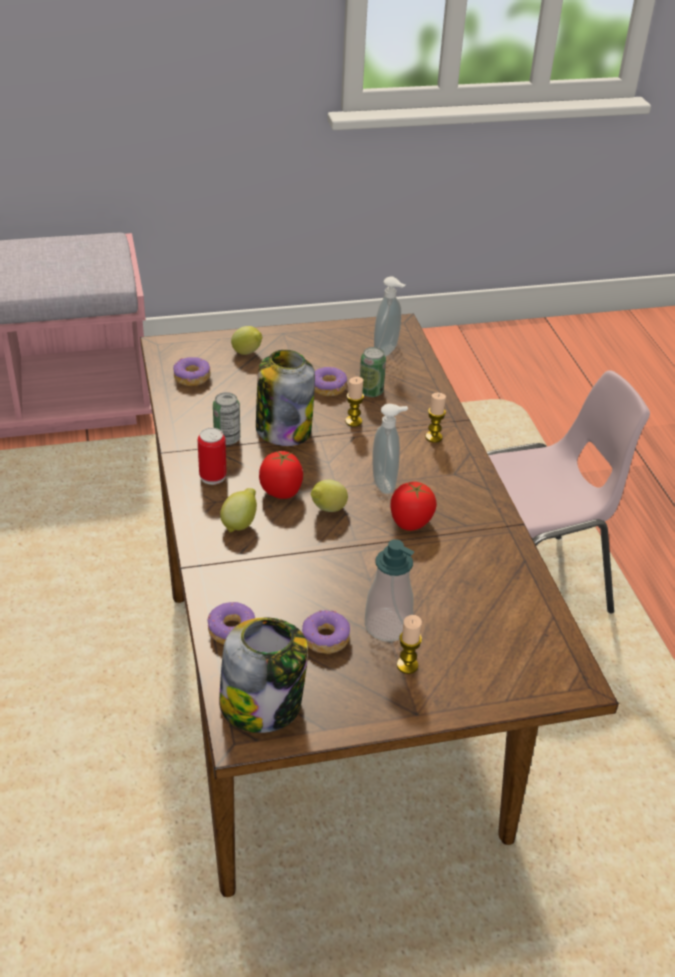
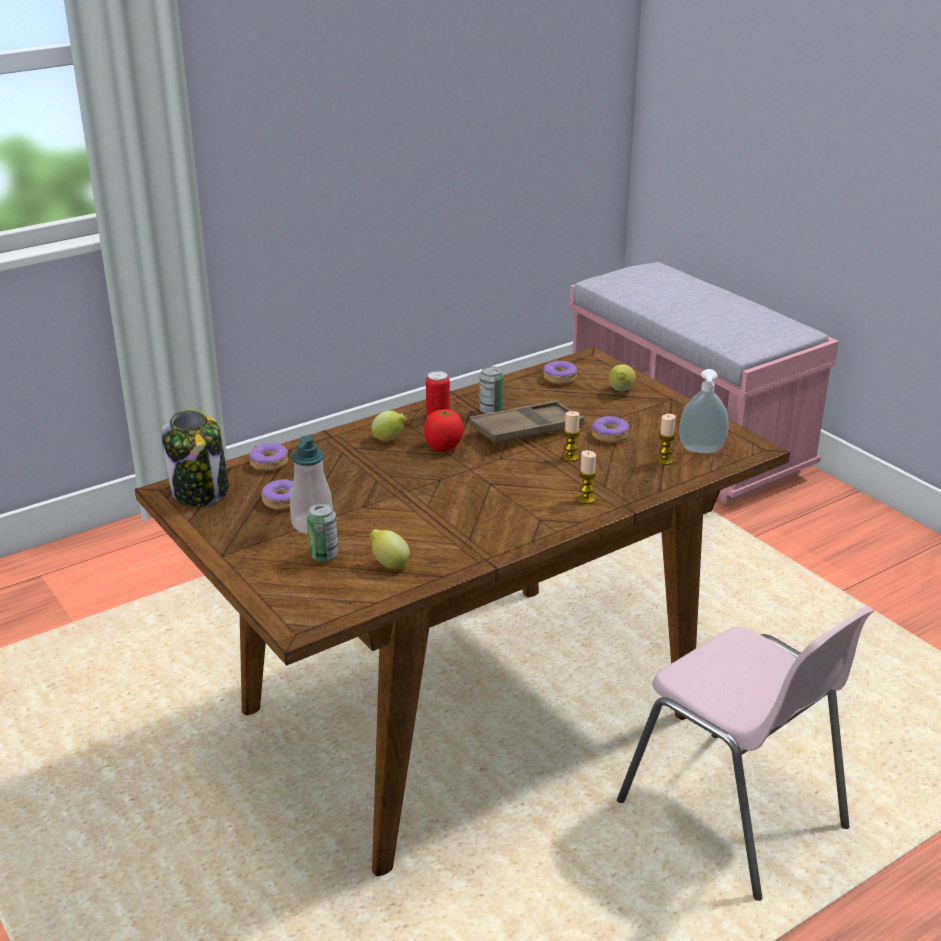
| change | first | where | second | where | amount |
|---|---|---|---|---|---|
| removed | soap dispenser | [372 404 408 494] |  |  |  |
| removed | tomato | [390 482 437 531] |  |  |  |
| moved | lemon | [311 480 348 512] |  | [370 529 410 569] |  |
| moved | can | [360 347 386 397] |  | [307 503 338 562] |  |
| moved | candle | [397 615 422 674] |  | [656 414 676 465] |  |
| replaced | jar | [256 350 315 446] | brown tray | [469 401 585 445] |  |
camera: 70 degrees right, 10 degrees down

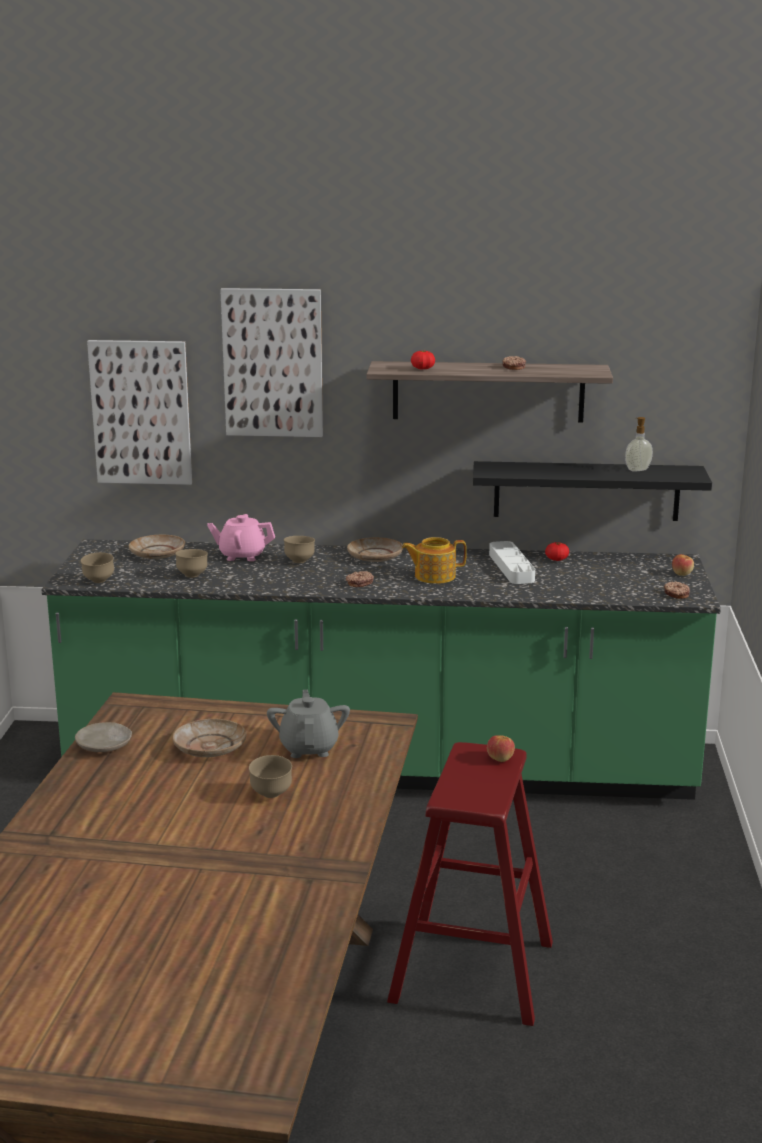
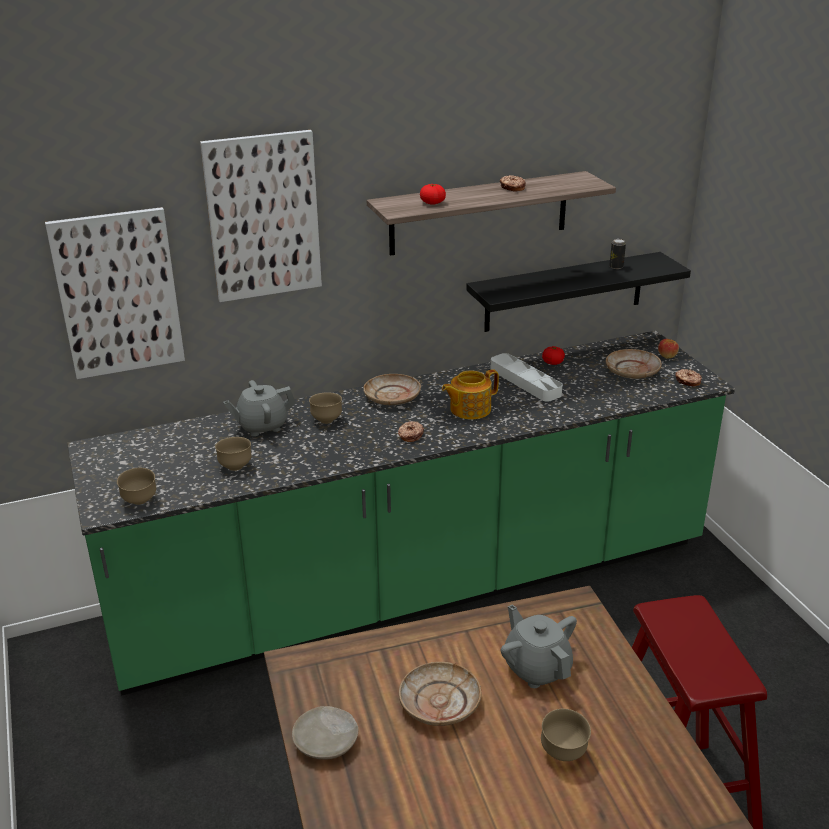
| change | first | where | second | where | amount |
|---|---|---|---|---|---|
| removed | apple | [487 735 515 762] |  |  |  |
| moved | beige plate | [129 534 185 559] |  | [606 349 662 379] |  |
| replaced | soap dispenser | [625 417 653 472] | can | [609 239 626 269] |  |
| recoloured | pink teapot | [207 514 275 561] | grey teapot | [223 380 296 436] |  |
camera: 25 degrees left, 10 degrees up

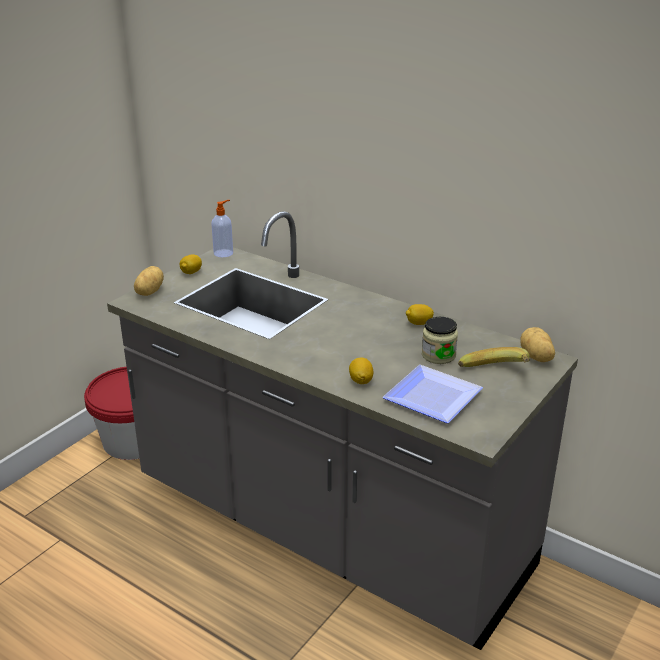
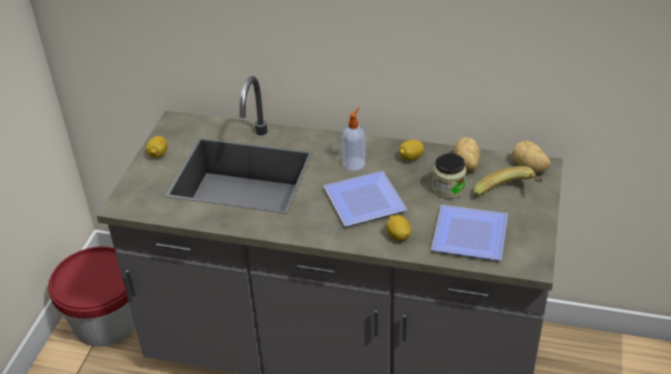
| change | first | where | second | where | amount |
|---|---|---|---|---|---|
| added |  |  | plate | [324 171 407 226] |  |
| moved | potato | [134 266 164 296] |  | [454 137 480 171] |  |
| moved | soap dispenser | [211 200 233 257] |  | [342 108 365 171] |  |
camera: 20 degrees left, 10 degrees up

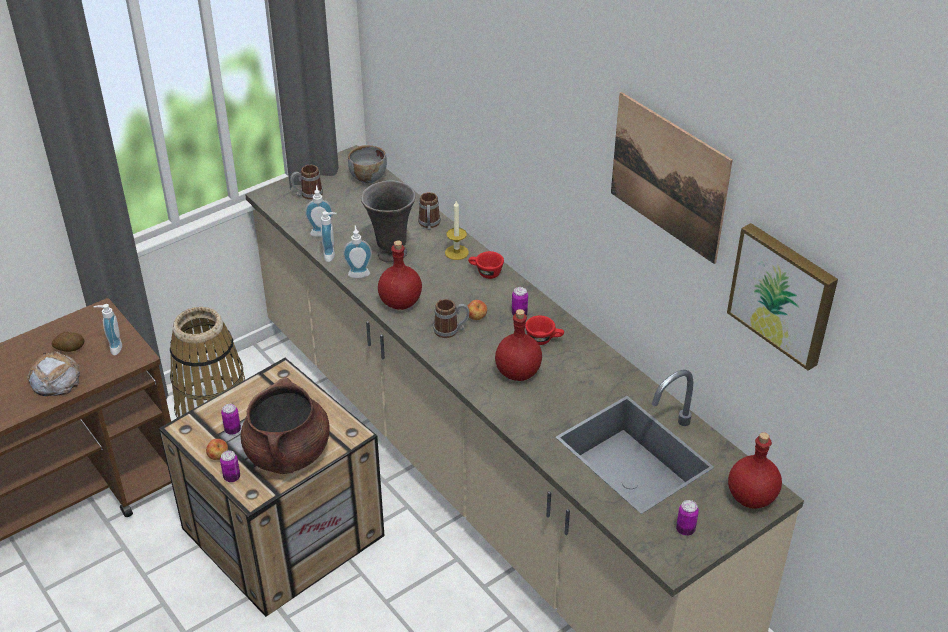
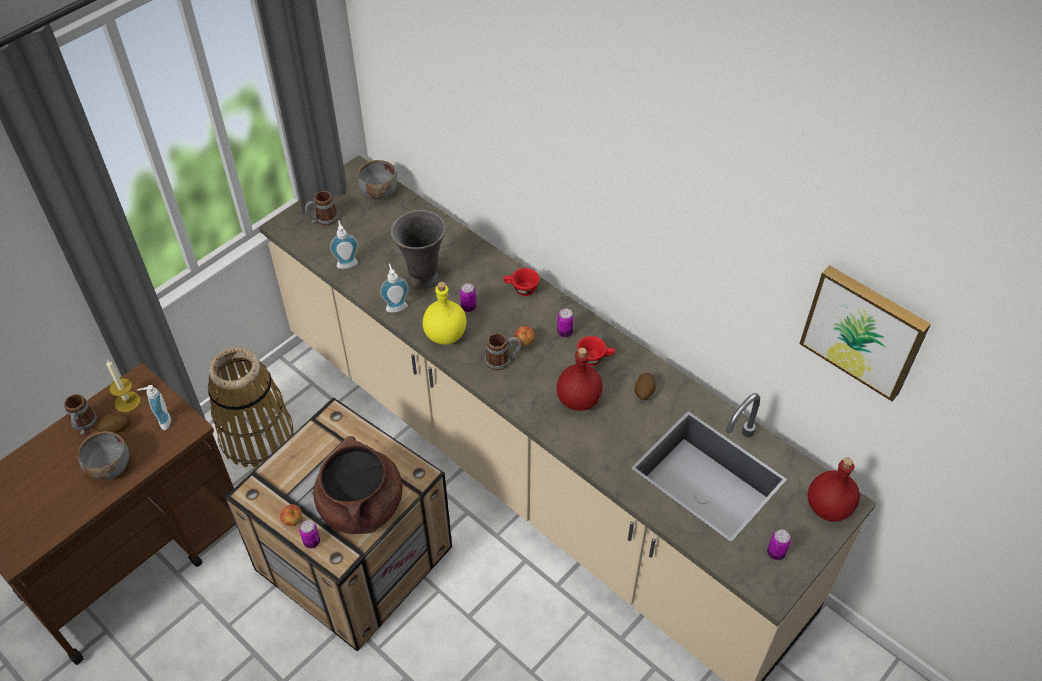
| change | first | where | second | where | amount |
|---|---|---|---|---|---|
| removed | soap dispenser | [321 211 337 262] |  |  |  |
| removed | picture | [611 92 733 264] |  |  |  |
| added |  |  | potato | [634 373 656 400] |  |
| moved | can | [221 404 241 435] |  | [460 283 476 312] |  |
| moved | mug | [418 192 441 230] |  | [64 394 97 435] |  |
| moved | candle | [445 201 469 260] |  | [106 360 141 412] |  |
| replaced | bread | [27 351 80 396] | grey bowl | [78 431 129 480] |  |
| recoloured | red bottle | [378 241 422 310] | yellow bottle | [423 282 466 345] |  |
camera: 10 degrees left, 10 degrees up

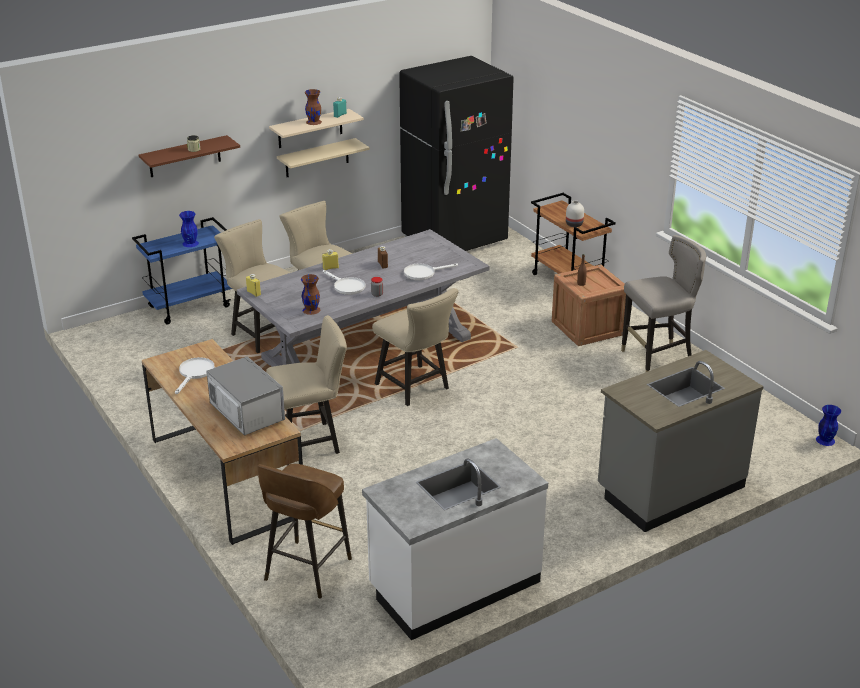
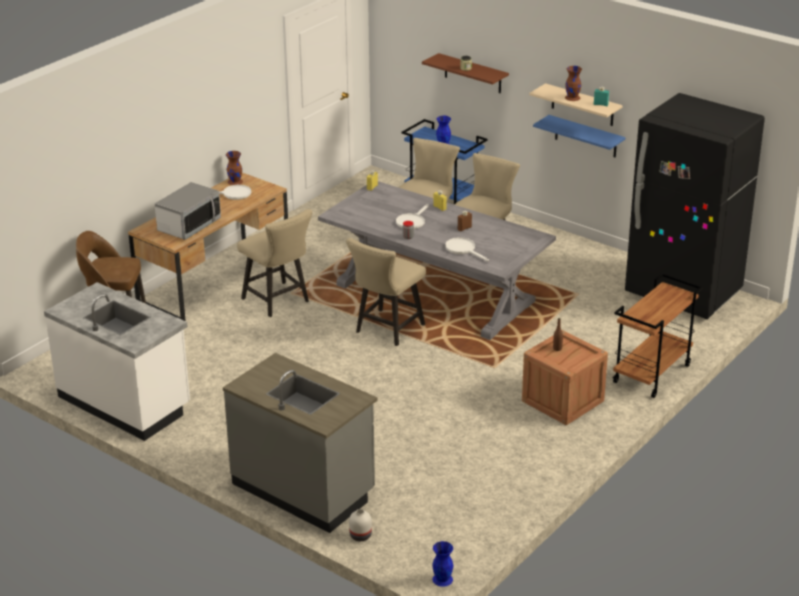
| change | first | where | second | where | amount |
|---|---|---|---|---|---|
| removed | grey stool | [621 235 706 372] |  |  |  |
| moved | brown vase | [301 274 320 315] |  | [226 151 243 185] |  |
| moved | white vase | [566 201 584 227] |  | [349 509 372 541] |  |
| recoloured | beige shelf | [277 138 370 177] | blue shelf | [533 115 625 157] |  |
camera: 70 degrees right, 0 degrees up

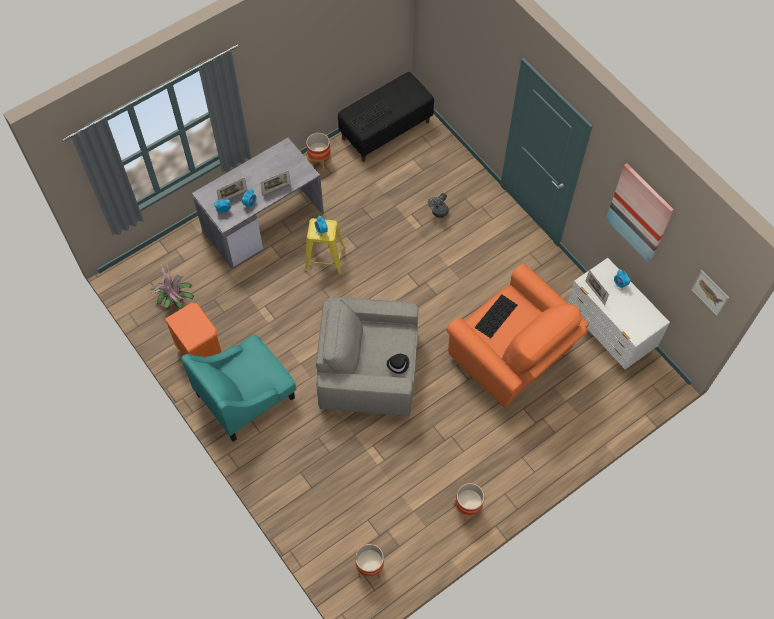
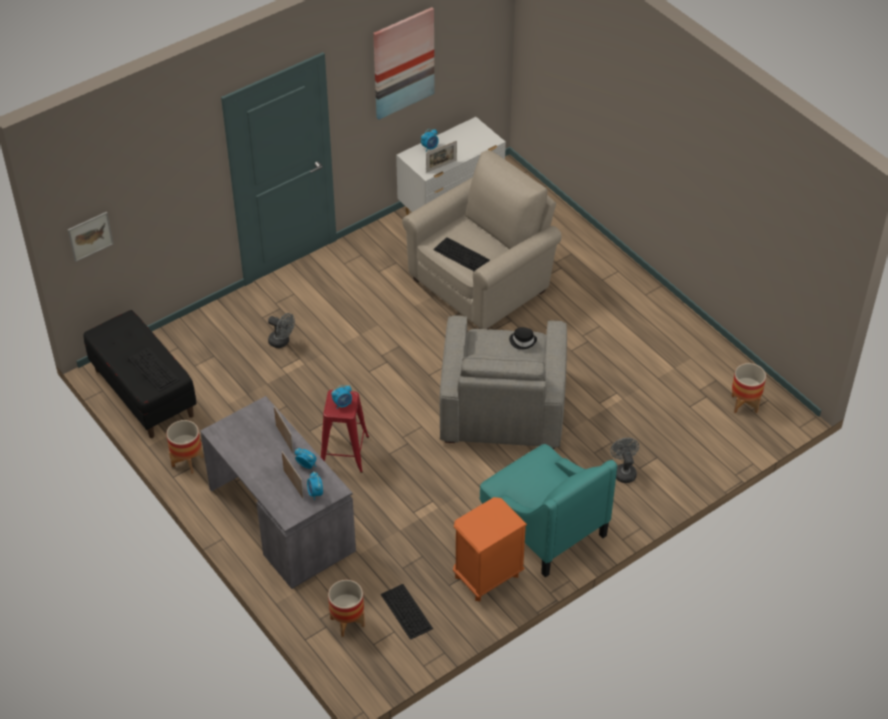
| change | first | where | second | where | amount |
|---|---|---|---|---|---|
| added |  |  | grey fan | [610 438 639 483] |  |
| moved | planter | [454 483 484 522] |  | [328 580 365 637] |  |
| moved | picture | [691 270 730 317] |  | [68 212 114 262] |  |
| replaced | potted plant | [150 264 194 313] | keyboard | [381 584 433 640] |  |
| recoloured | yellow stool | [305 218 345 275] | red stool | [321 390 369 473] |  |
| recoloured | orange armchair | [447 263 589 408] | beige armchair | [402 150 562 329] |  |
camera: 90 degrees left, 15 degrees down

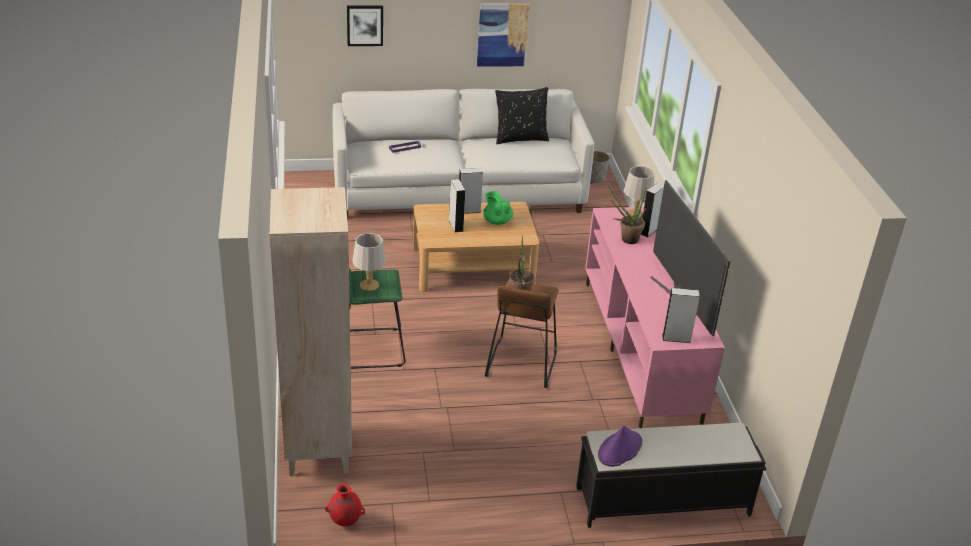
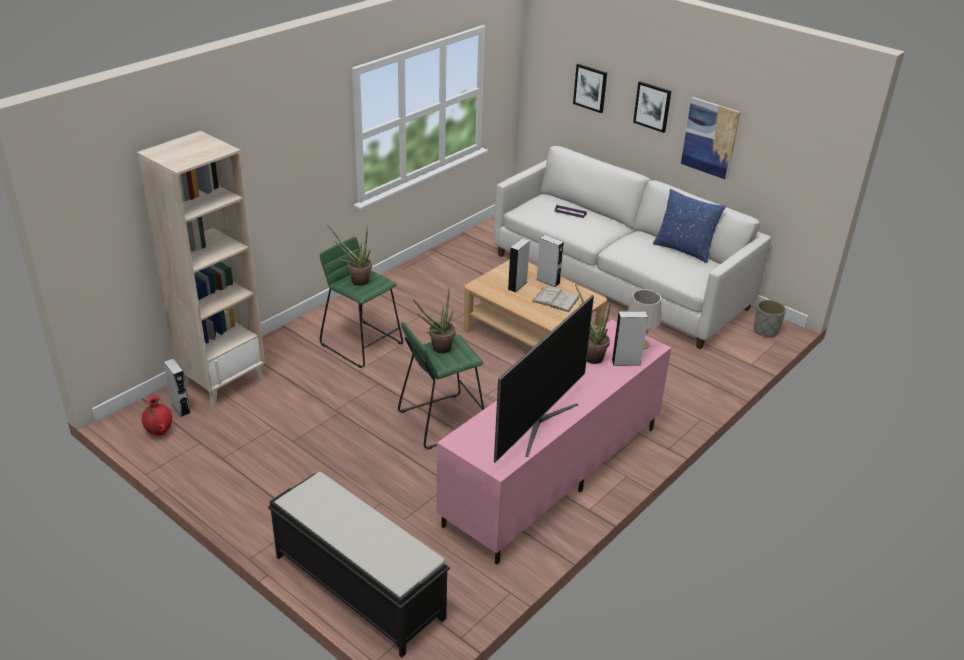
| change | first | where | second | where | amount |
|---|---|---|---|---|---|
| removed | purple hat | [598 426 642 467] |  |  |  |
| added |  |  | picture | [633 81 671 133] |  |
| moved | grey speaker | [662 288 700 343] |  | [164 359 191 417] |  |
| replaced | grey table lamp | [352 233 386 291] | potted plant | [328 226 372 286] |  |
| replaced | green teapot | [483 191 513 225] | white book | [532 286 580 312] |  |
| recoloured | brown stool | [485 280 559 388] | green stool | [398 322 484 449] |  |
| recoloured | black pillow | [495 87 549 144] | blue pillow | [653 189 726 263] |  |
camera: 50 degrees right, 0 degrees up

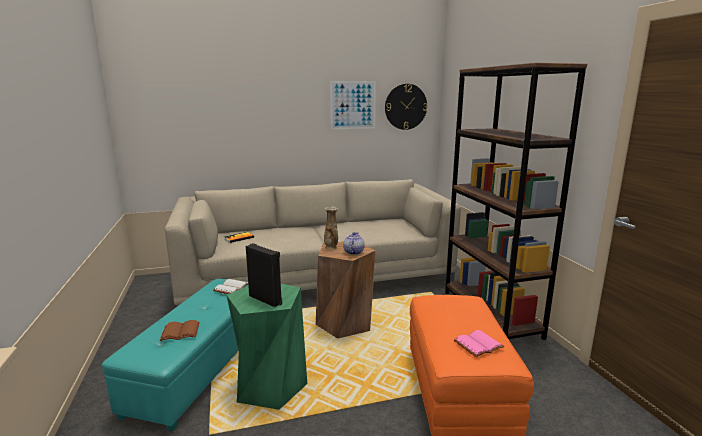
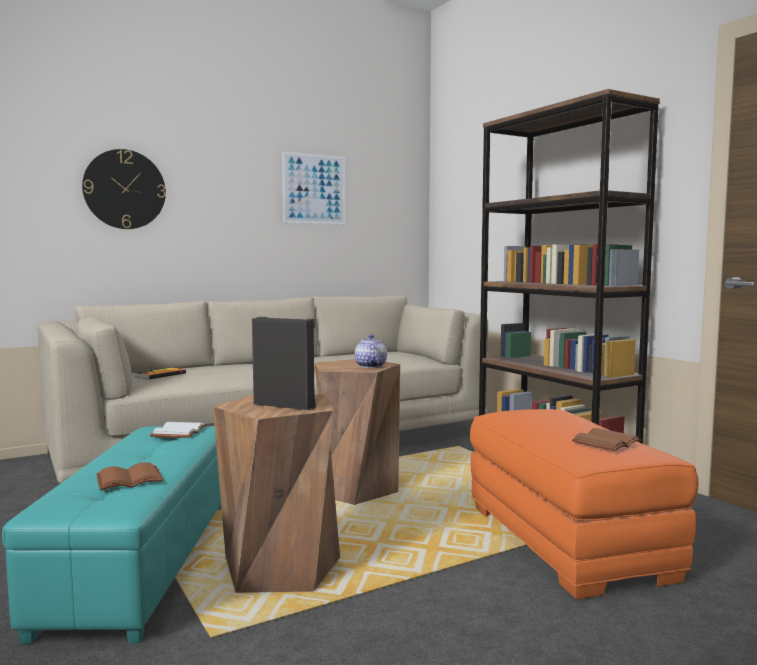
| change | first | where | second | where | amount |
|---|---|---|---|---|---|
| removed | vase | [324 207 338 250] |  |  |  |
| moved | wall clock | [385 84 427 130] |  | [82 149 166 229] |  |
| recoloured | green stool | [226 284 307 410] | brown stool | [213 394 340 593] |  |
| recoloured | pink book | [454 330 505 357] | brown book | [572 428 642 451] |  |
camera: 15 degrees left, 10 degrees down

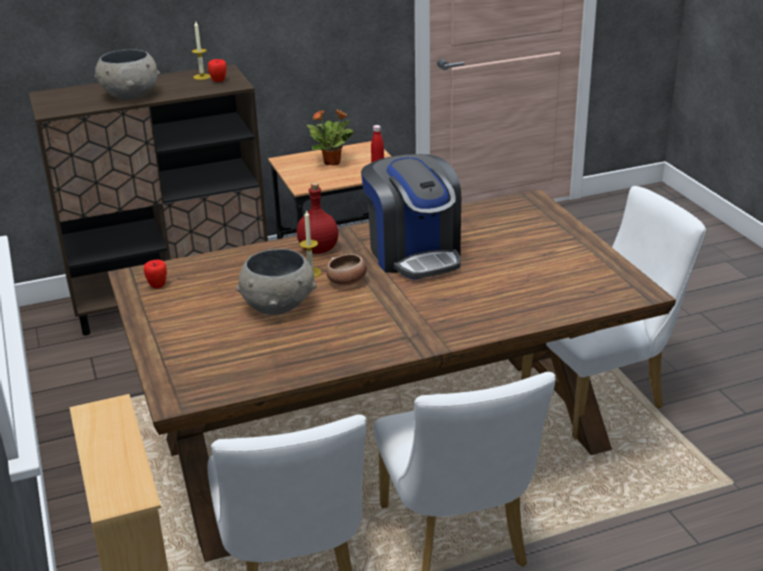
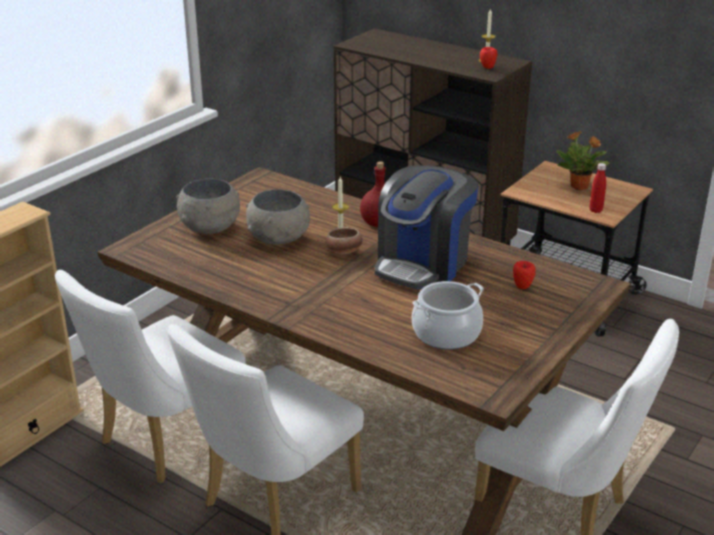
| change | first | where | second | where | amount |
|---|---|---|---|---|---|
| added |  |  | cooking pot | [412 281 484 350] |  |
| moved | grey bowl | [95 49 160 100] |  | [176 179 240 234] |  |
| moved | apple | [144 260 167 289] |  | [513 261 536 289] |  |
camera: 55 degrees right, 0 degrees up

